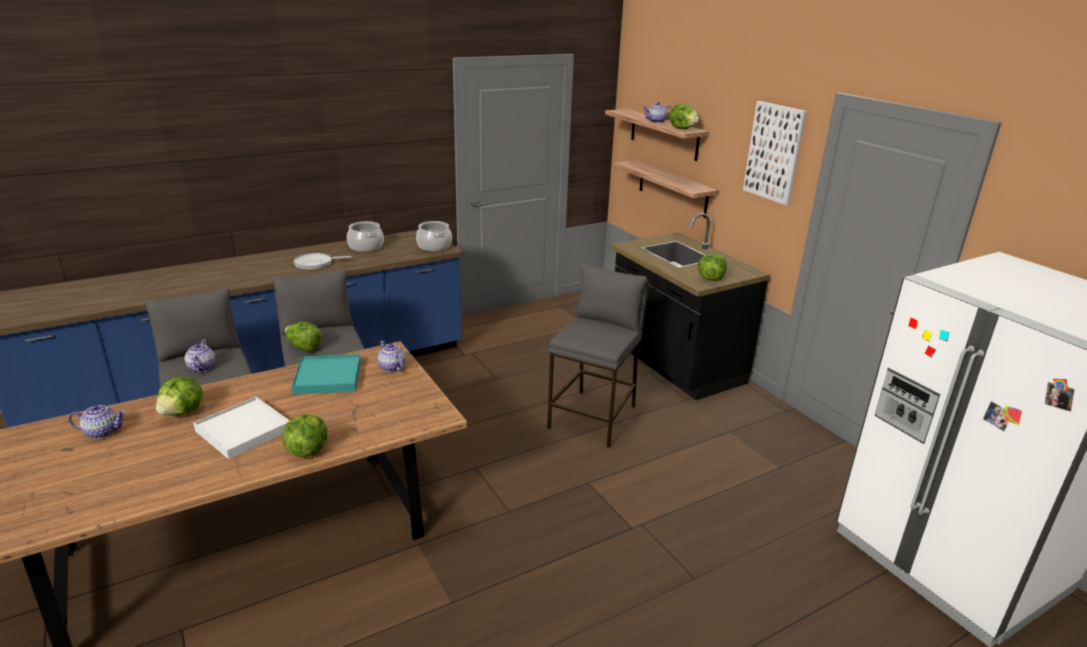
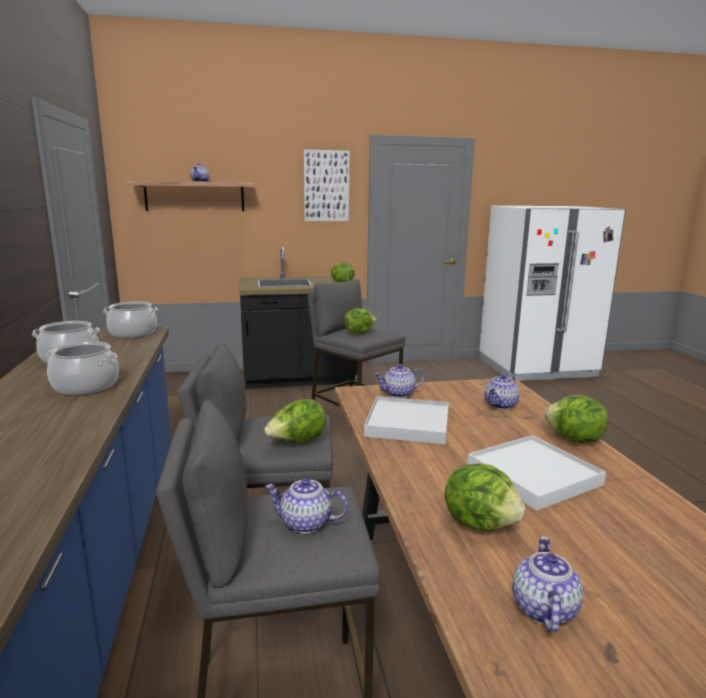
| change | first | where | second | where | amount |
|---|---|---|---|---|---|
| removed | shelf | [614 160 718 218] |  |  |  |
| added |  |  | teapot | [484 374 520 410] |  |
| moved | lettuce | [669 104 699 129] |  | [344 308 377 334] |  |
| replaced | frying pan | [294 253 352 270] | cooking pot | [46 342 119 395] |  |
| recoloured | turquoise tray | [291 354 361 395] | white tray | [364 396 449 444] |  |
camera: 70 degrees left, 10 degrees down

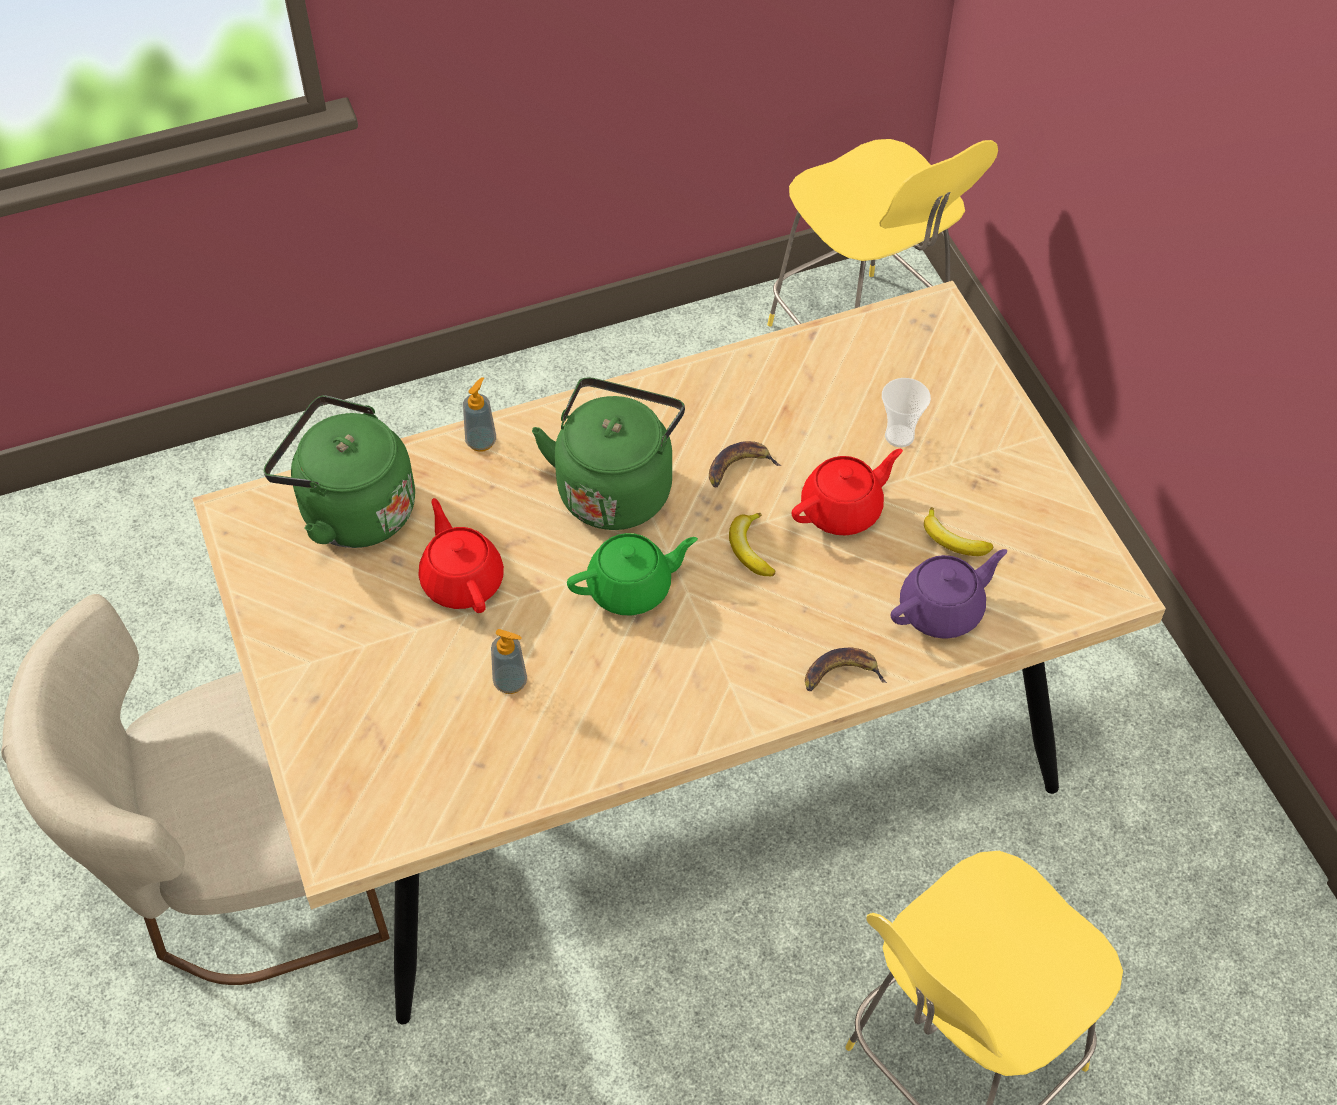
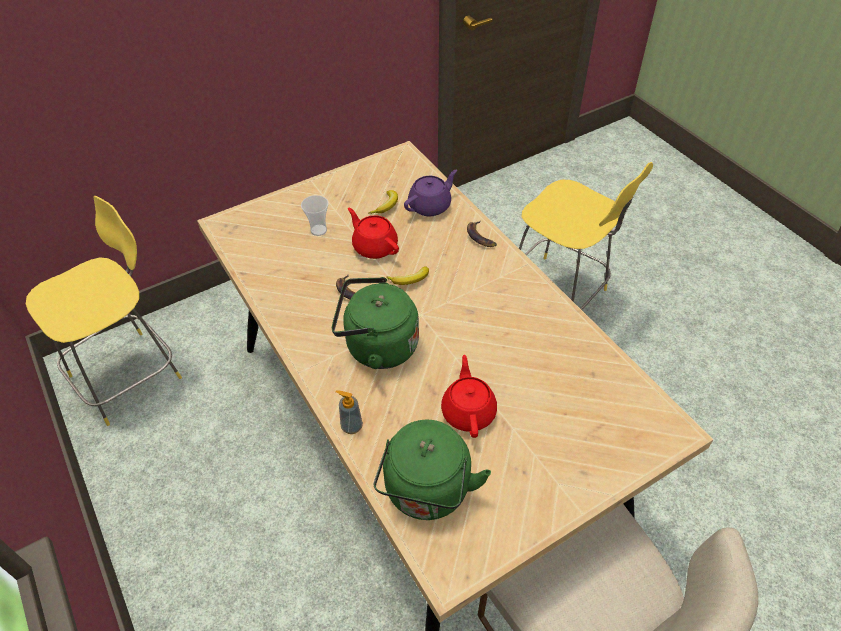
| change | first | where | second | where | amount |
|---|---|---|---|---|---|
| removed | soap dispenser | [491 629 527 694] |  |  |  |
| removed | green teapot | [567 533 698 616] |  |  |  |
| turned | red teapot | [419 498 504 613] |  | [441 355 497 438] | 120 degrees clockwise |
| turned | purple teapot | [891 549 1007 639] |  | [404 170 457 216] | 90 degrees clockwise |
camera: 100 degrees left, 5 degrees down

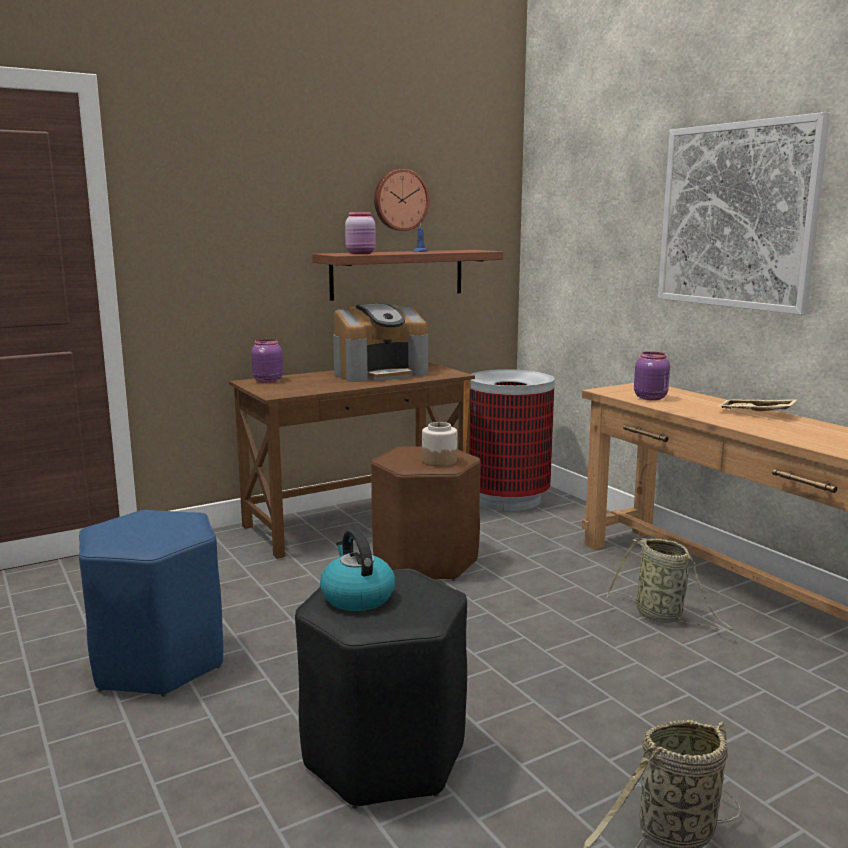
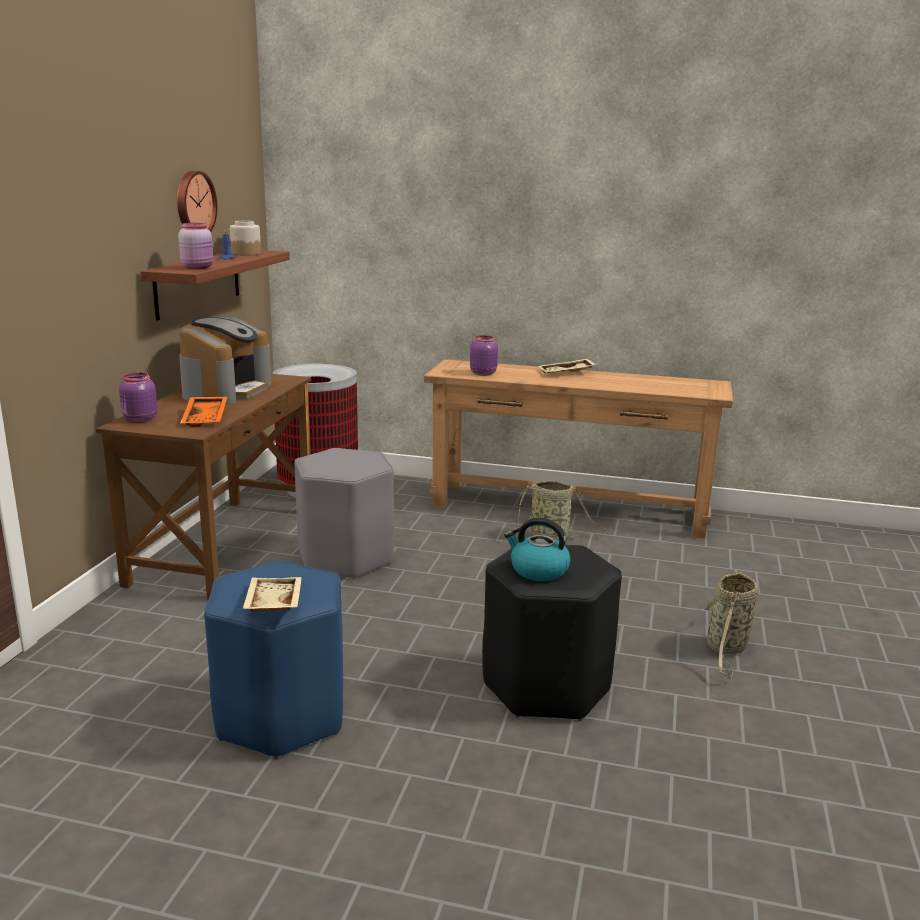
| change | first | where | second | where | amount |
|---|---|---|---|---|---|
| removed | picture | [658 112 830 315] |  |  |  |
| added |  |  | orange tray | [180 396 228 427] |  |
| added |  |  | beige tray | [242 577 302 612] |  |
| moved | jar | [422 422 457 467] |  | [230 221 261 255] |  |
| recoloured | brown stool | [371 446 481 581] | grey stool | [294 448 395 579] |  |
camera: 45 degrees left, 5 degrees up

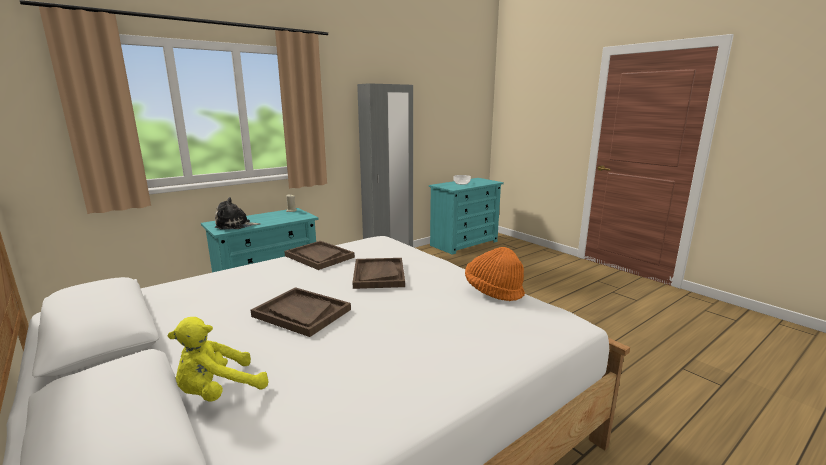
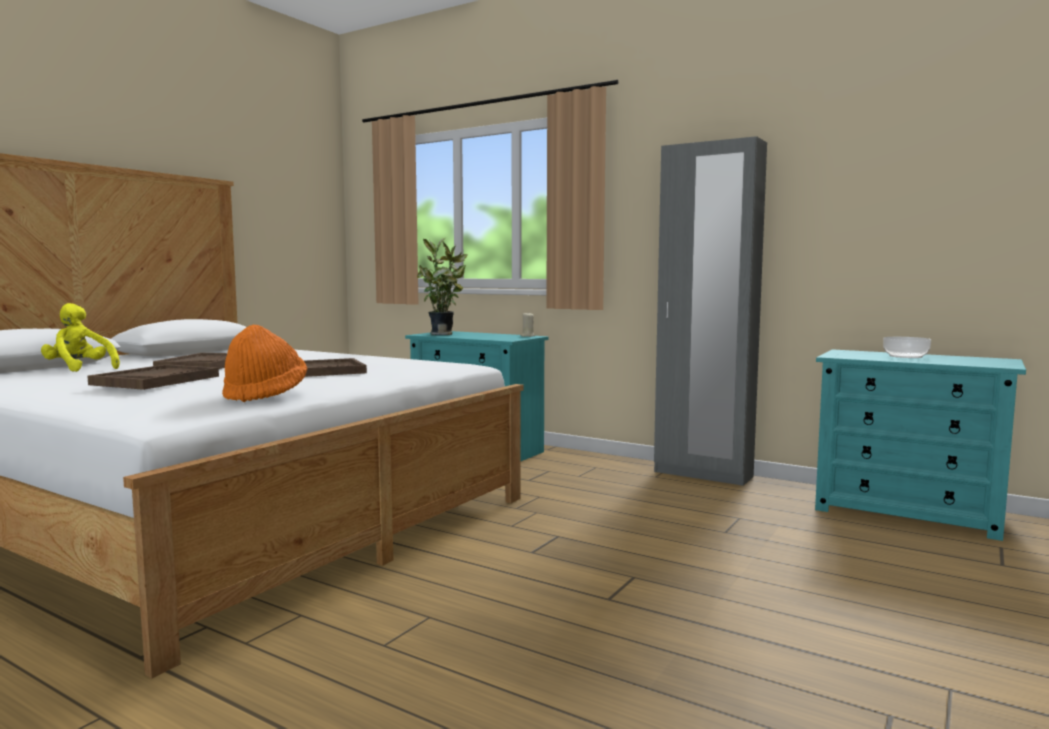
| change | first | where | second | where | amount |
|---|---|---|---|---|---|
| moved | brown tray | [284 241 355 270] |  | [87 364 219 390] |  |
| replaced | plush toy | [215 197 261 229] | potted plant | [417 238 468 335] |  |
camera: 70 degrees right, 10 degrees down

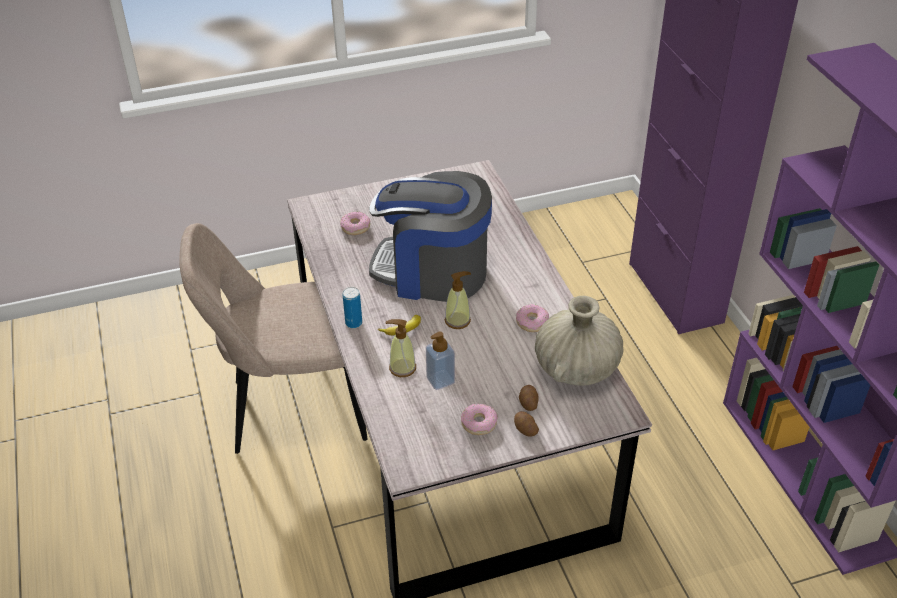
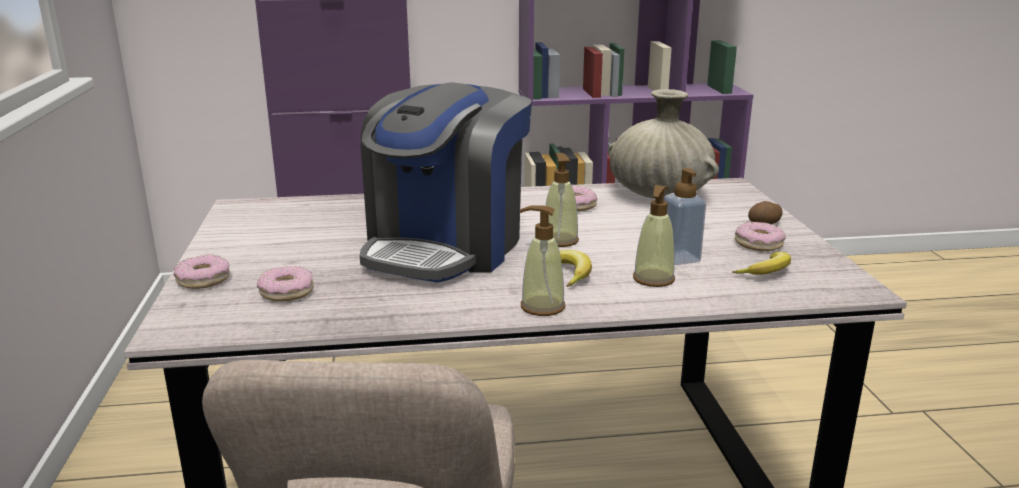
| change | first | where | second | where | amount |
|---|---|---|---|---|---|
| removed | potato | [519 385 539 411] |  |  |  |
| added |  |  | donut | [173 254 230 289] |  |
| added |  |  | banana | [733 252 791 275] |  |
| replaced | can | [342 287 362 328] | soap dispenser | [520 205 565 316] |  |
camera: 80 degrees left, 20 degrees down

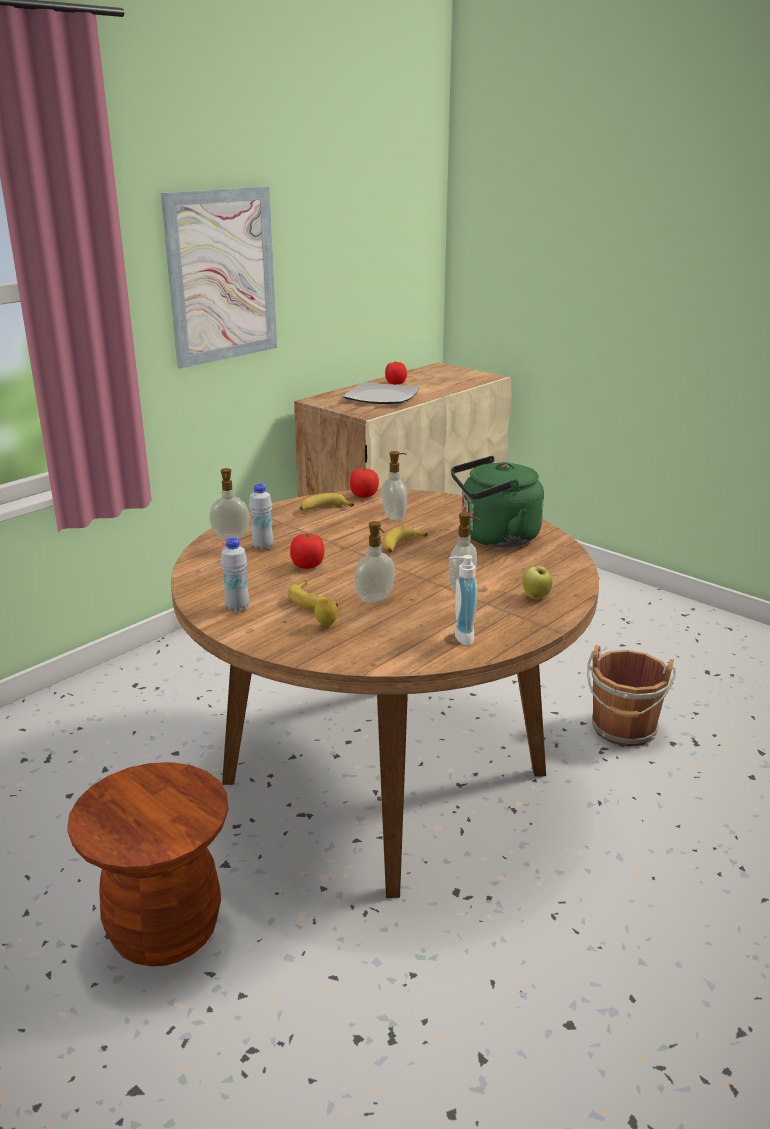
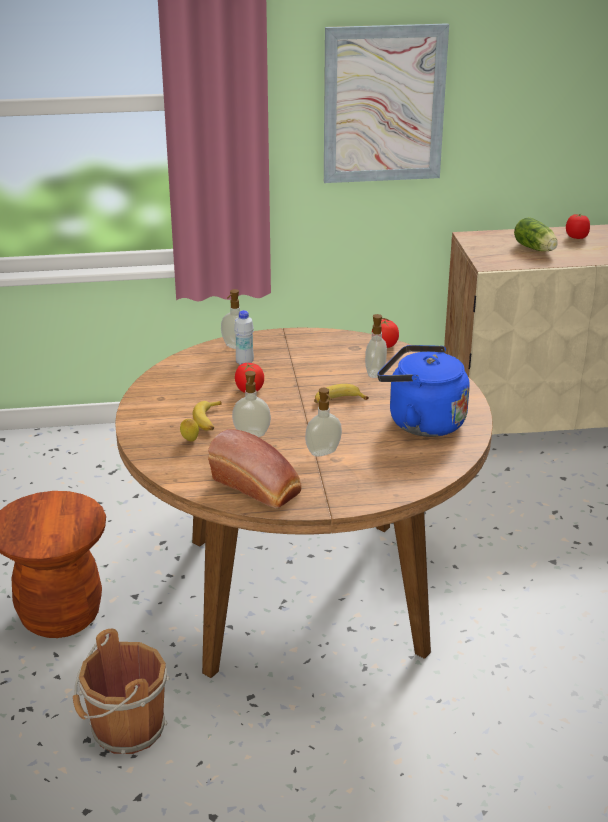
| change | first | where | second | where | amount |
|---|---|---|---|---|---|
| removed | white bottle | [221 538 249 612] |  |  |  |
| removed | banana | [300 493 354 511] |  |  |  |
| removed | apple | [522 564 552 599] |  |  |  |
| moved | brown bucket | [587 645 676 747] |  | [73 629 170 754] |  |
| replaced | plate | [343 381 419 404] | lettuce | [514 217 558 251] |  |
| replaced | soap dispenser | [449 555 477 646] | bread | [208 429 302 508] |  |
| recoloured | green kettle | [451 456 544 547] | blue kettle | [378 345 470 437] |  |
camera: 40 degrees right, 5 degrees up

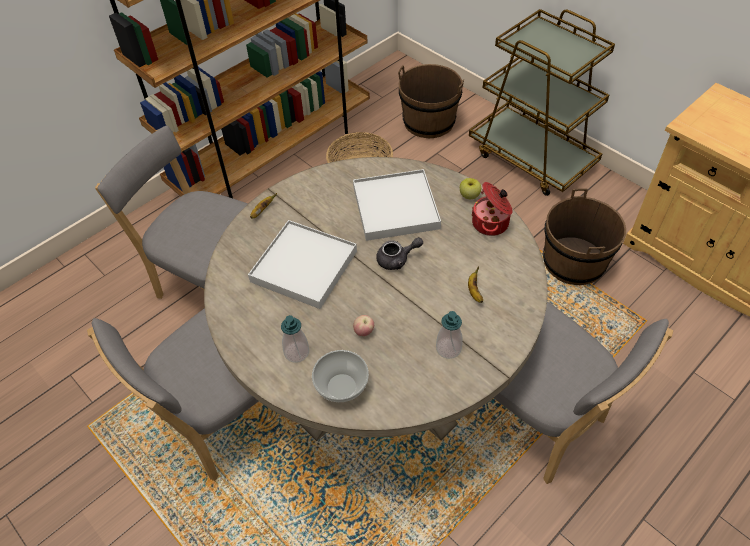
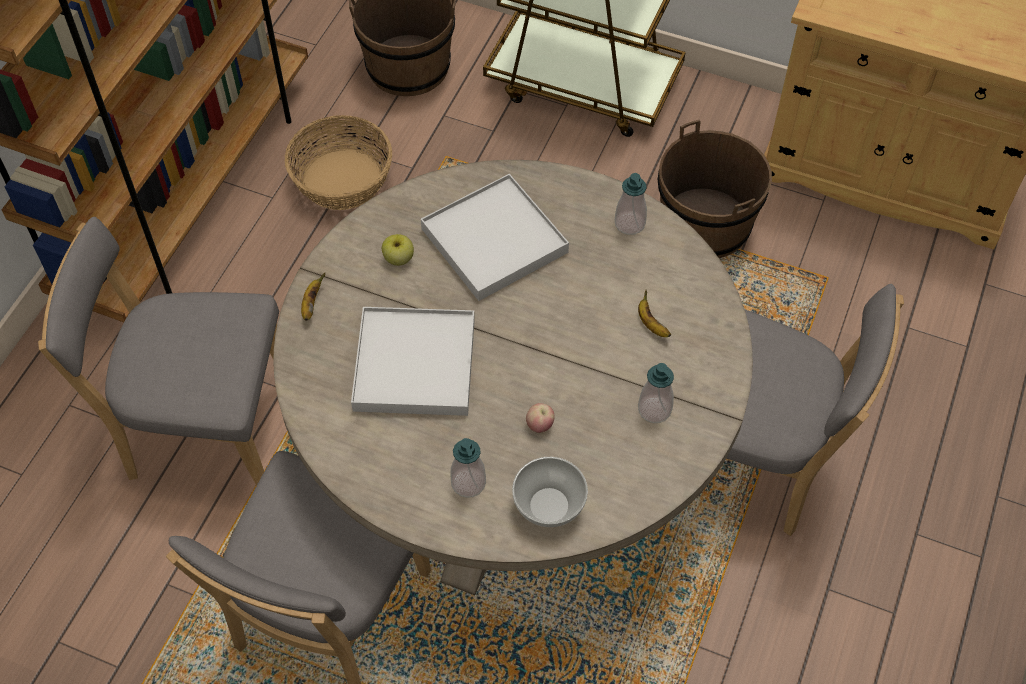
| change | first | where | second | where | amount |
|---|---|---|---|---|---|
| removed | grey teapot | [376 237 423 270] |  |  |  |
| moved | apple | [460 178 481 199] |  | [382 234 414 266] |  |
| replaced | cooking pot | [471 182 513 236] | soap dispenser | [615 173 647 235] |  |
camera: 25 degrees left, 5 degrees up

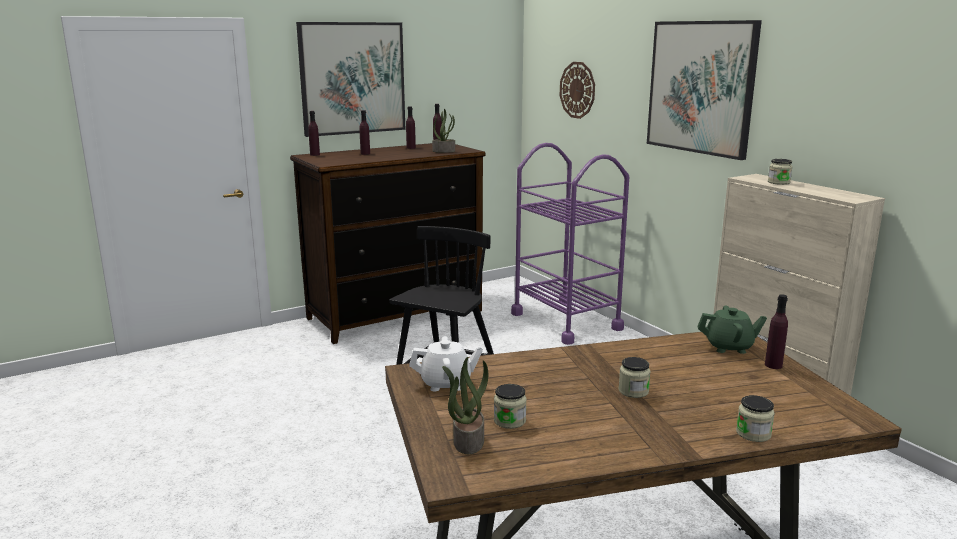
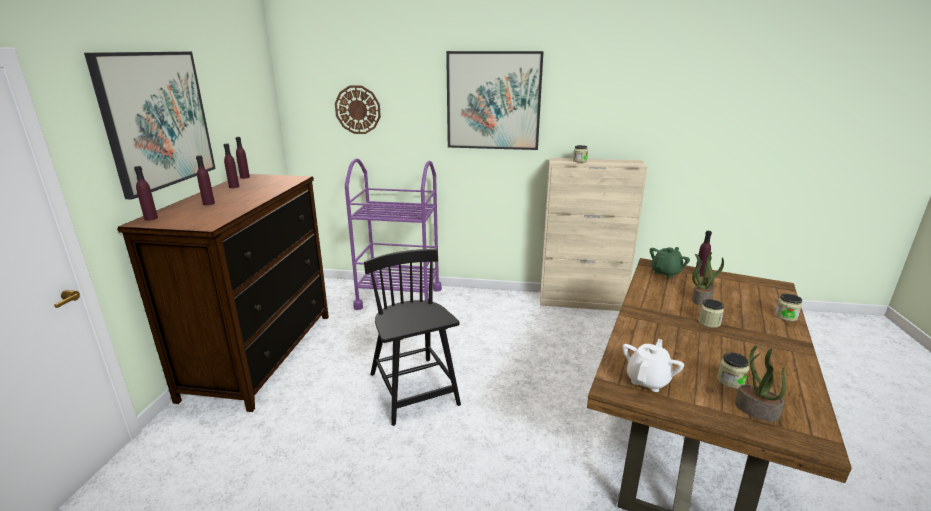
| change | first | where | second | where | amount |
|---|---|---|---|---|---|
| moved | potted plant | [432 109 455 153] |  | [692 252 724 305] |  |
camera: 50 degrees left, 5 degrees up

